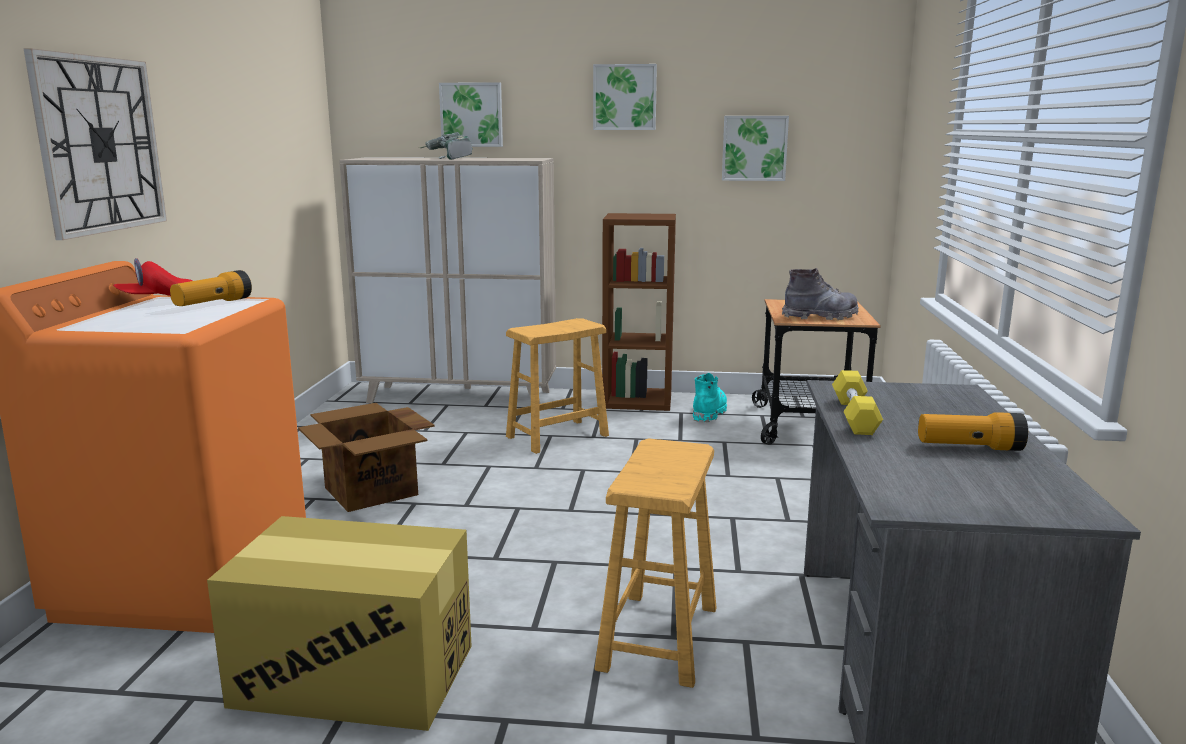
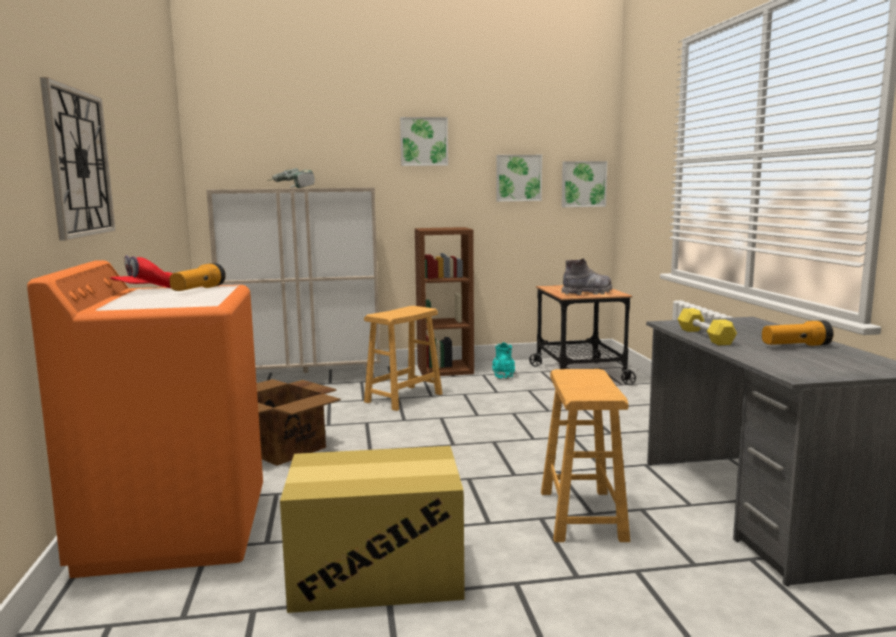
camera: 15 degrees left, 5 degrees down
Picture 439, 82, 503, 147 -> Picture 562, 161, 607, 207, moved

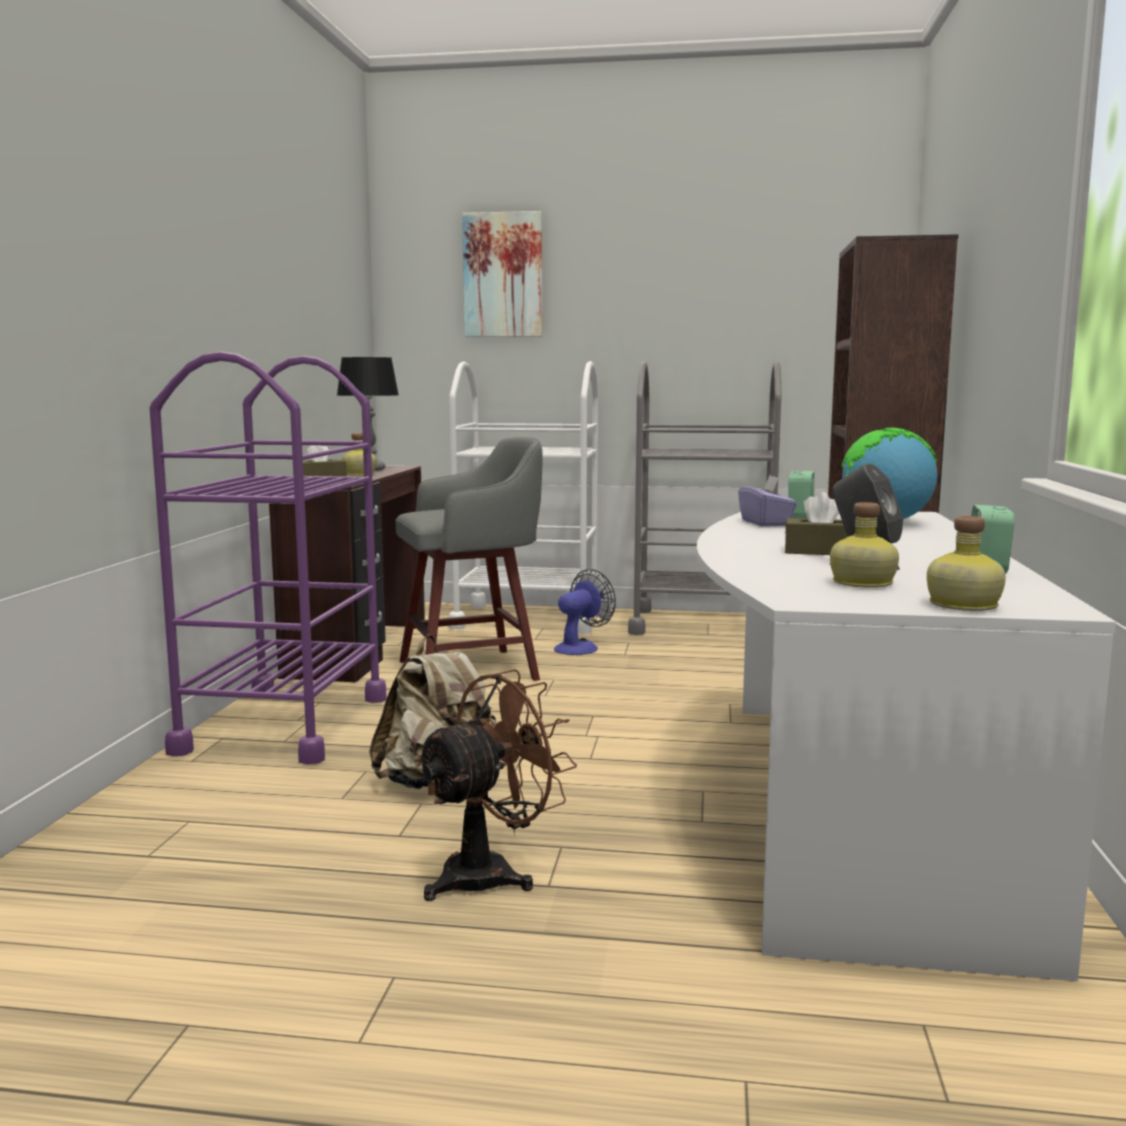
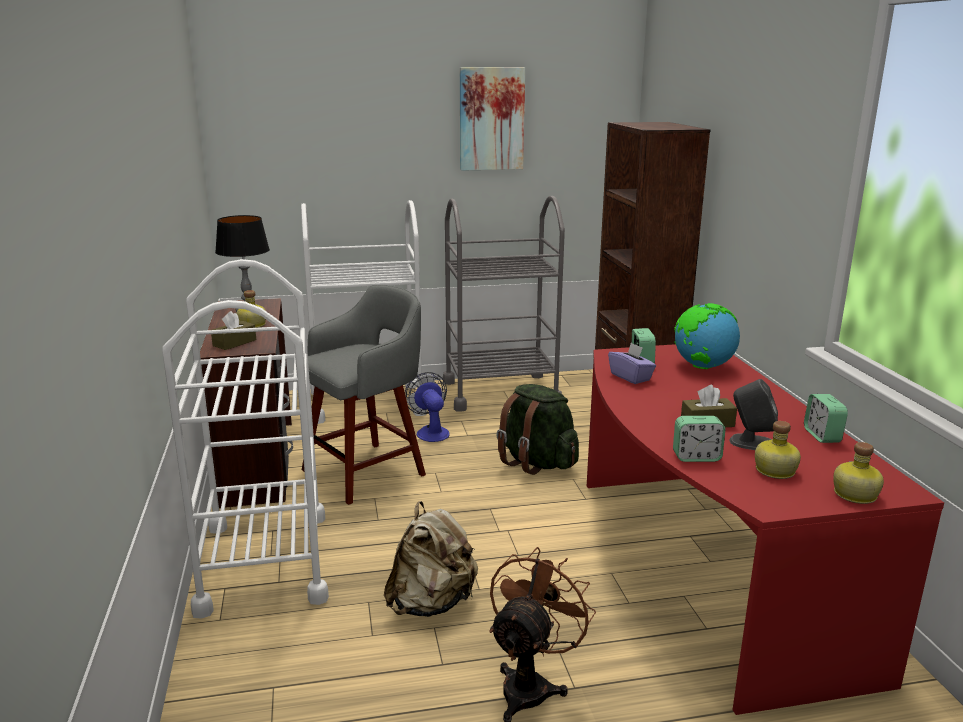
camera: 20 degrees left, 10 degrees up
Picture 462, 211, 542, 337 -> Picture 460, 67, 525, 171, moved
PurpleCart 150, 351, 387, 764 -> WhiteCart 162, 259, 329, 619
WhiteDesk 696, 512, 1116, 981 -> RedDesk 587, 344, 944, 715
Fan 554, 569, 616, 655 -> Fan 405, 372, 449, 442, 45 degrees counterclockwise
none -> GreenBackpack 496, 384, 579, 475
none -> AlarmClock 673, 416, 725, 462

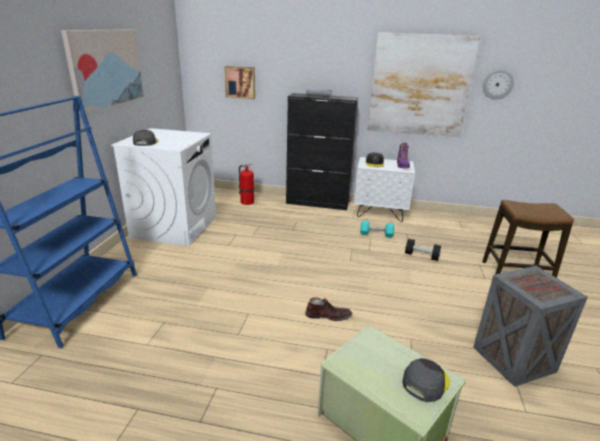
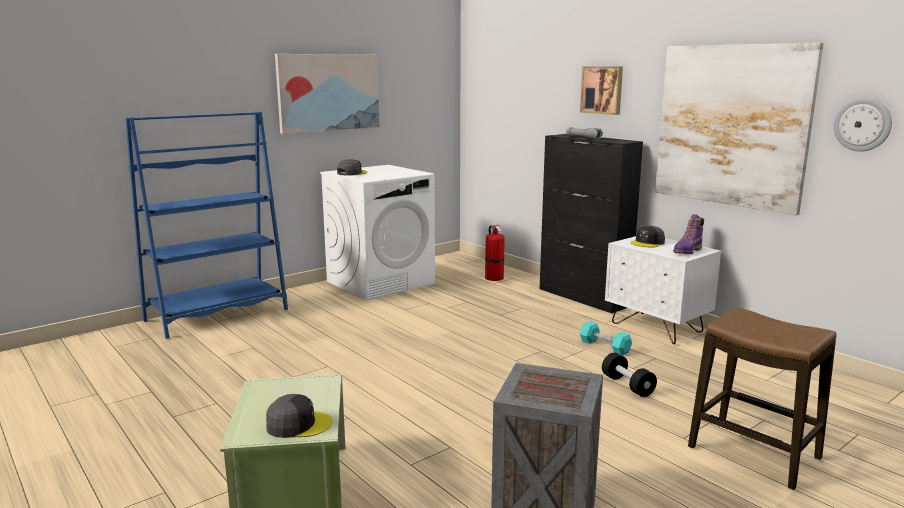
camera: 40 degrees right, 10 degrees down
Picture 224, 66, 255, 99 -> Picture 580, 66, 623, 115, moved
BrownBoot 305, 297, 352, 321 -> none

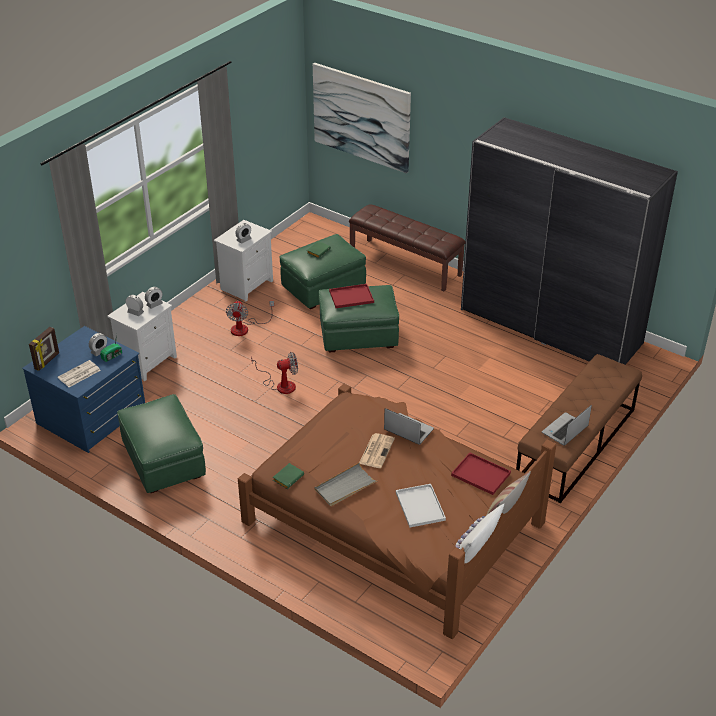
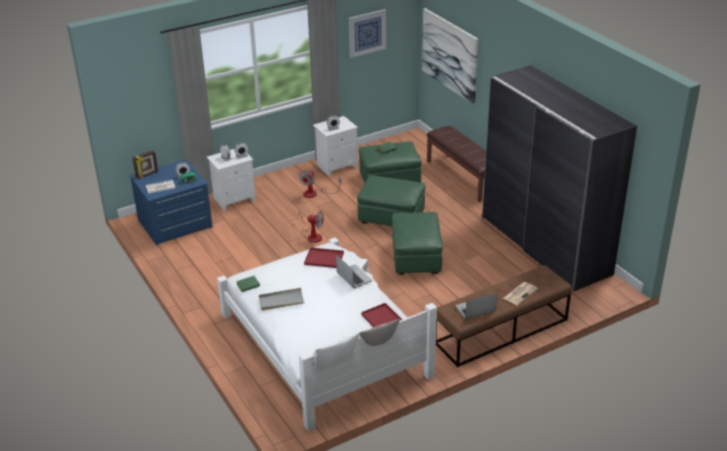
camera: 25 degrees right, 5 degrees down
RedTray 329, 284, 374, 308 -> RedTray 304, 247, 344, 268, moved
BrownBed 238, 384, 556, 639 -> WhiteBed 217, 238, 437, 431
GreenOttoman 117, 394, 206, 493 -> GreenOttoman 392, 212, 443, 275, moved
Newspaper 359, 433, 395, 468 -> Newspaper 502, 282, 538, 306, moved
WhiteTray 396, 484, 446, 528 -> none
none -> Picture 349, 9, 386, 58

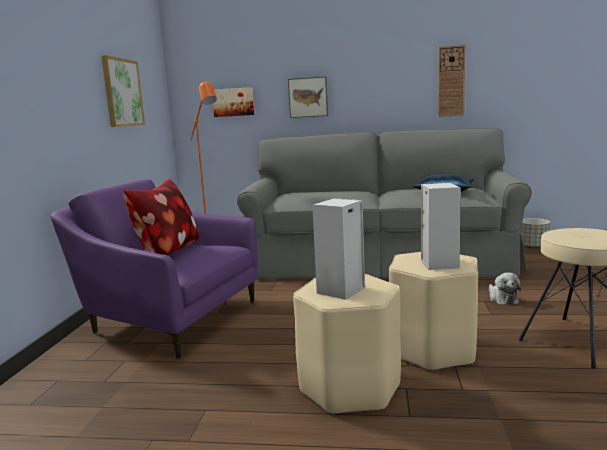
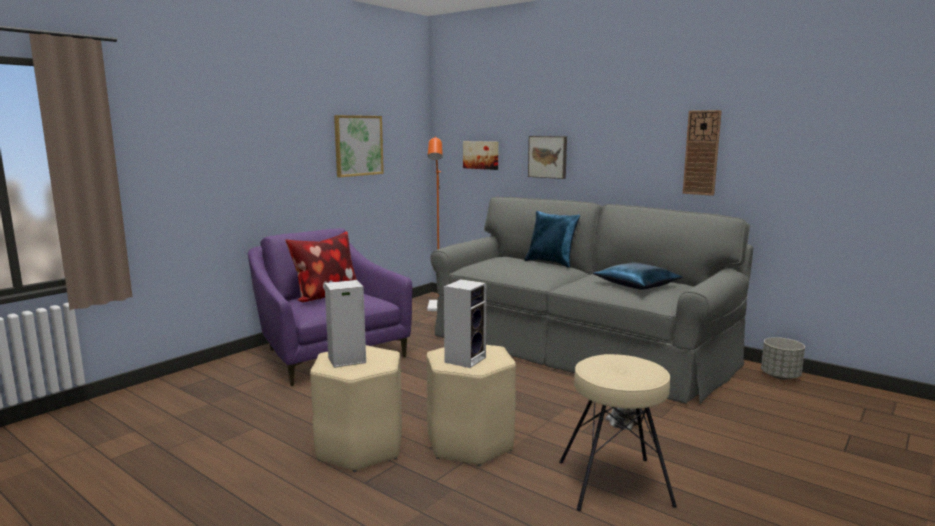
camera: 30 degrees right, 0 degrees up
none -> BluePillow 524, 211, 580, 268

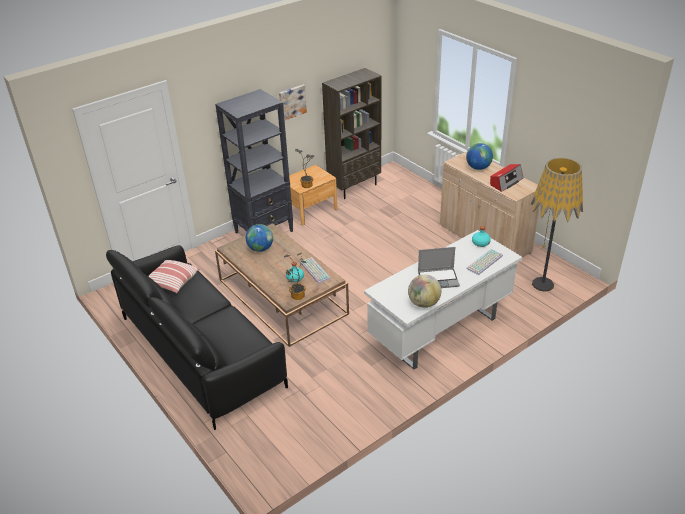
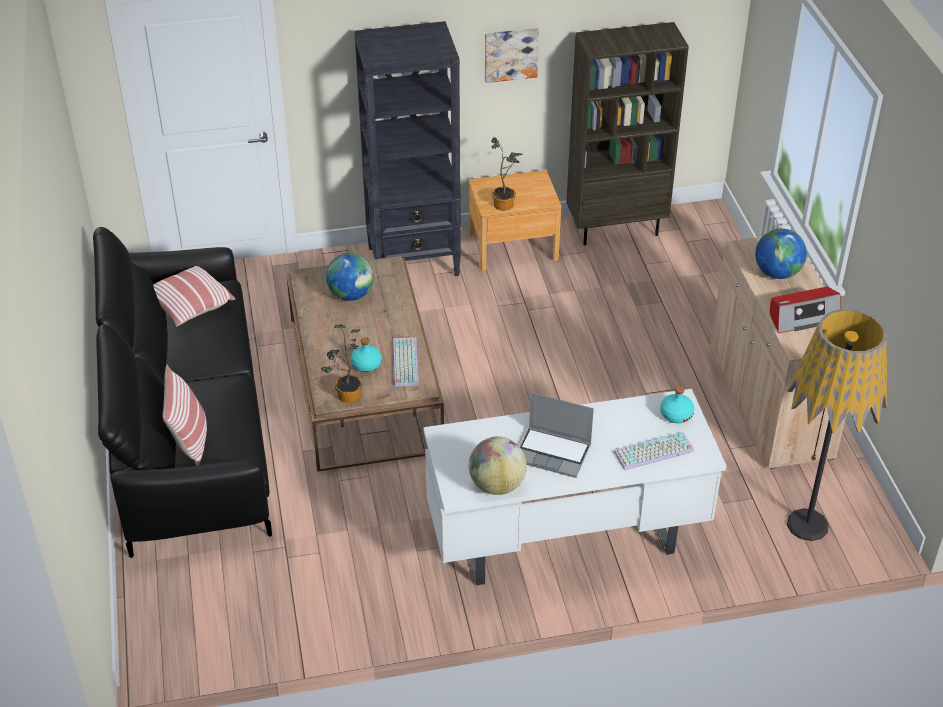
camera: 25 degrees right, 5 degrees up
none -> Pillow 162, 365, 207, 466

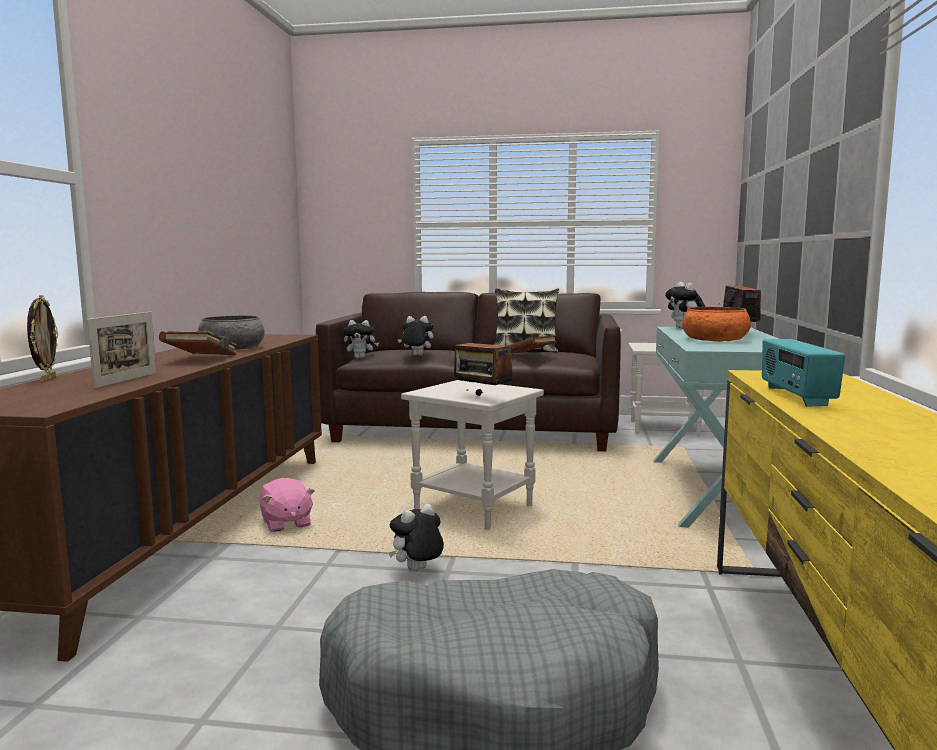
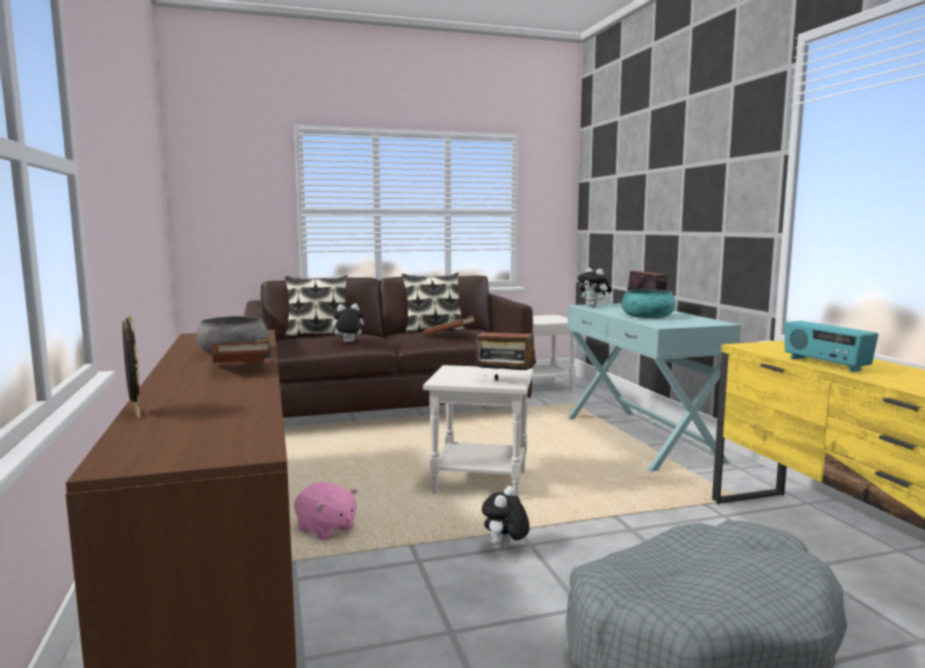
camera: 25 degrees left, 0 degrees up
OrangeBowl 682, 307, 751, 342 -> TurquoiseBowl 622, 289, 676, 319
PictureFrame 87, 312, 156, 388 -> none
PlushToy 343, 320, 379, 359 -> none
none -> Pillow 285, 275, 348, 338

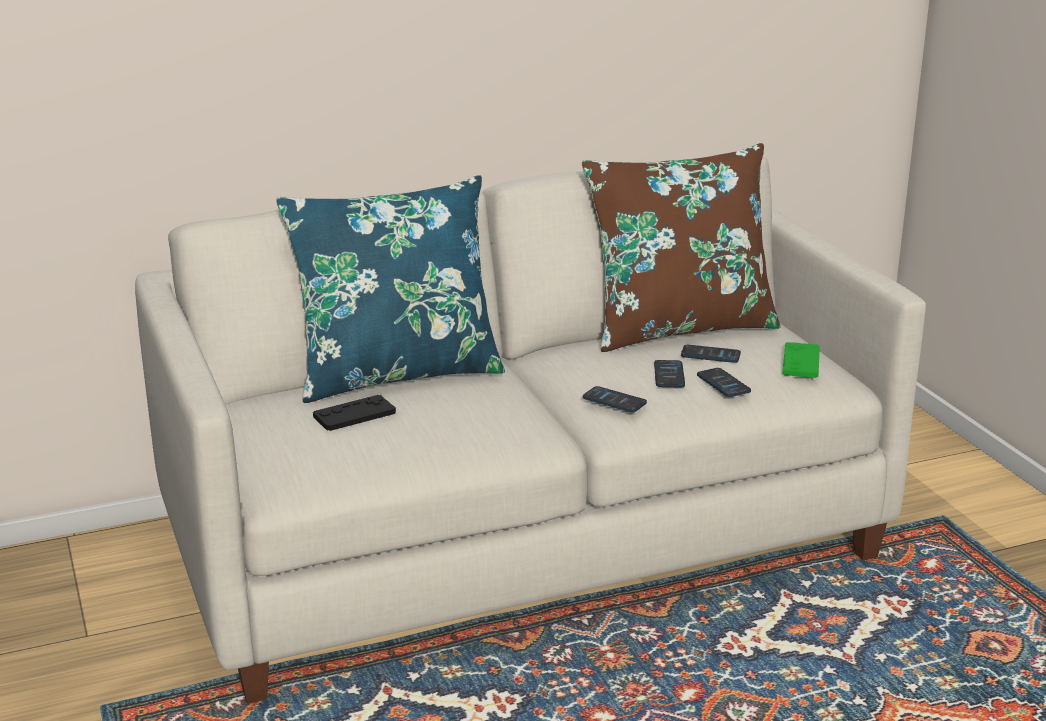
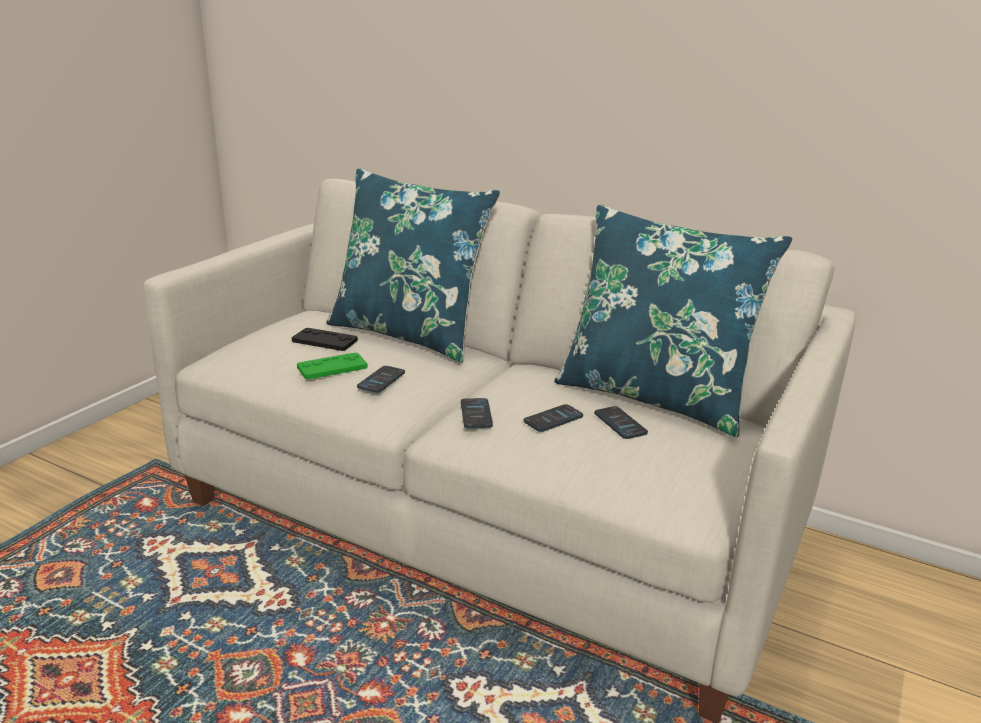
camera: 50 degrees right, 0 degrees up
BrownPillow 582, 143, 781, 352 -> BluePillow 554, 204, 792, 437
GreenGameController 782, 342, 820, 378 -> GreenGameController 297, 352, 368, 380, moved
Phone 697, 368, 751, 397 -> Phone 357, 366, 405, 393, moved

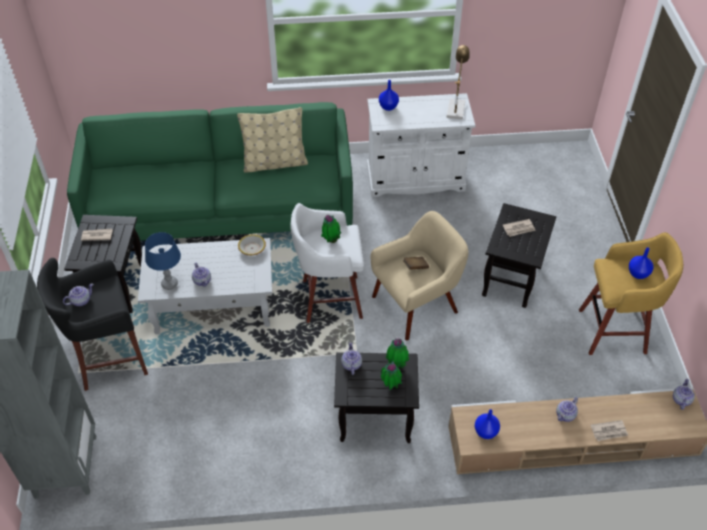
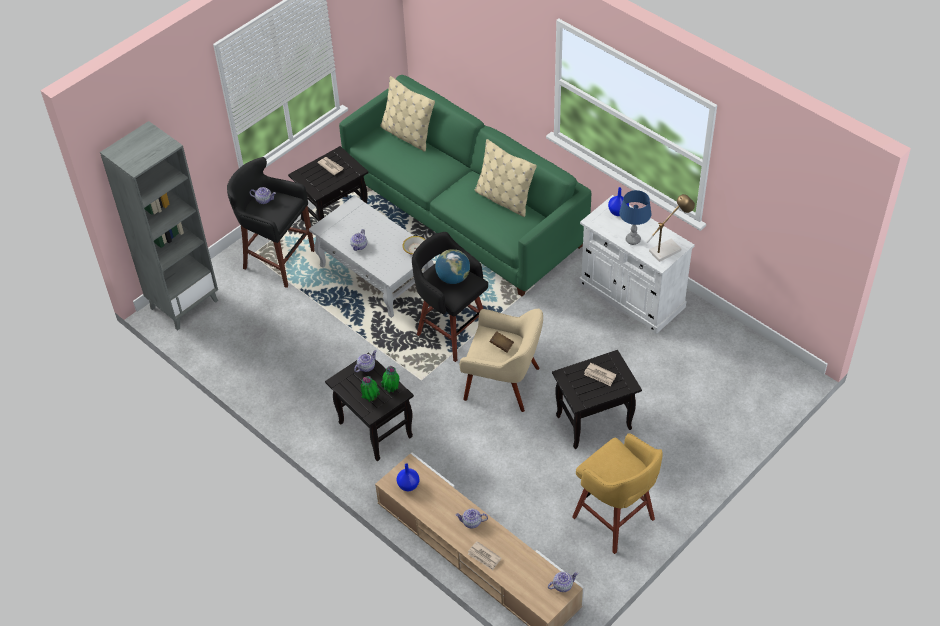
camera: 50 degrees right, 0 degrees up
WhiteStool 290, 203, 364, 323 -> BlackStool 412, 232, 488, 362
PottedPlant 321, 215, 341, 243 -> Globe 435, 249, 470, 284
BlueTableLamp 145, 232, 181, 290 -> BlueTableLamp 619, 190, 652, 245, moved
BlueVase 629, 247, 653, 279 -> none
none -> BeigePillow 380, 76, 435, 152

